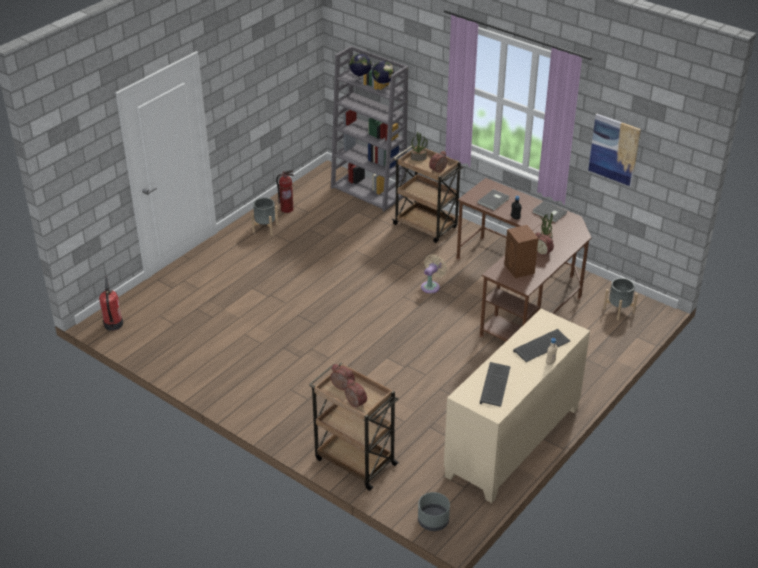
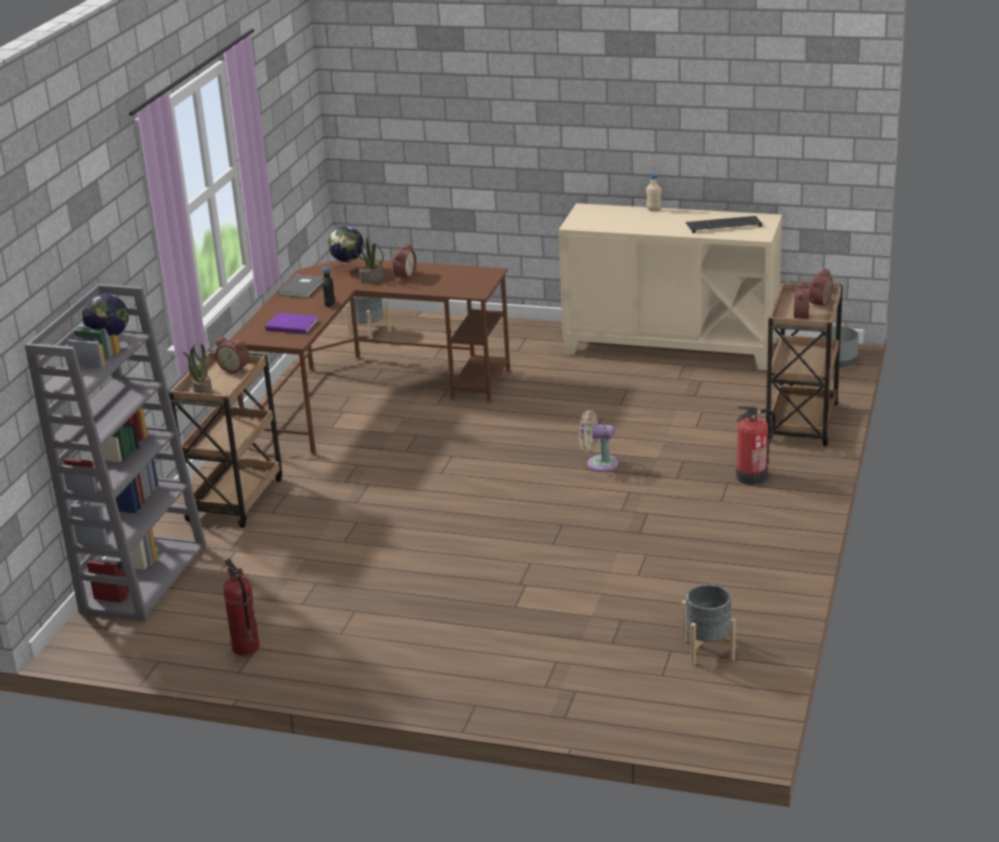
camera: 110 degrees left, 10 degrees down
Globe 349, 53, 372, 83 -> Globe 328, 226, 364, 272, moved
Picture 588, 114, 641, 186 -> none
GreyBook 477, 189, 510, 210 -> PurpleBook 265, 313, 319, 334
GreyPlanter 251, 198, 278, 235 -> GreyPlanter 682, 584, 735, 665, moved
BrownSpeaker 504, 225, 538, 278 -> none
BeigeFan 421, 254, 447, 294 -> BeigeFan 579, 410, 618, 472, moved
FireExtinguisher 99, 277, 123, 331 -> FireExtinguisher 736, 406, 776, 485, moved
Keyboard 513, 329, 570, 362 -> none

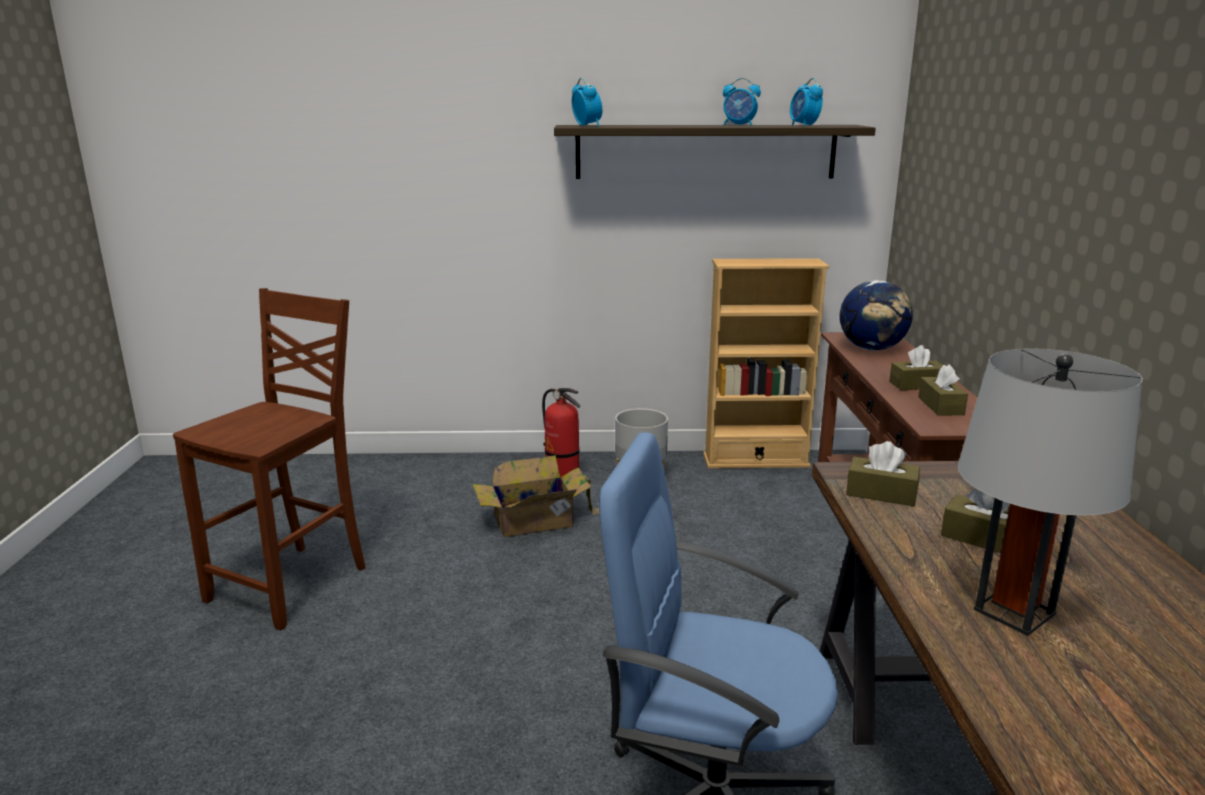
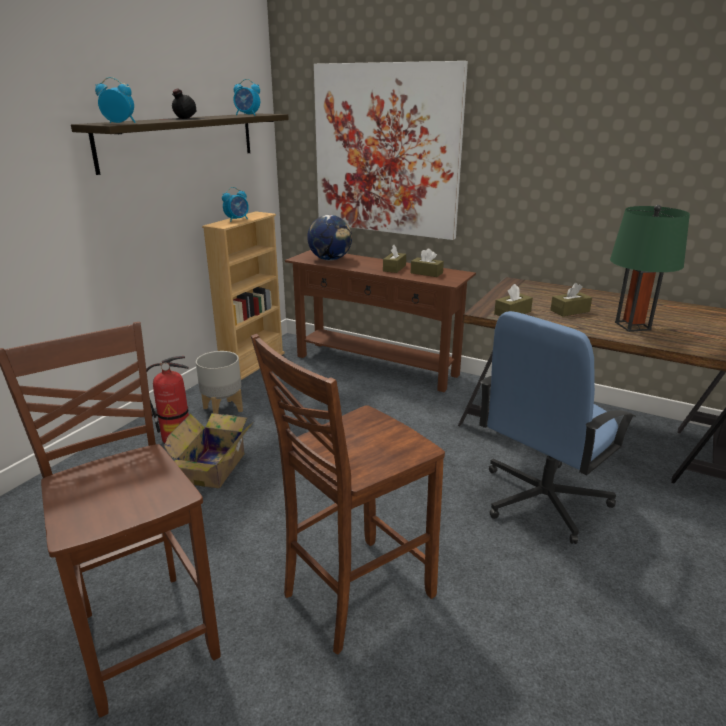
camera: 60 degrees left, 5 degrees up
AlarmClock 723, 78, 761, 126 -> AlarmClock 222, 187, 249, 222, moved
GreyTableLamp 958, 348, 1143, 636 -> GreenTableLamp 610, 205, 690, 332
none -> Picture 314, 61, 468, 240
none -> BlackBottle 167, 88, 208, 120
none -> BrownChair 251, 334, 445, 654

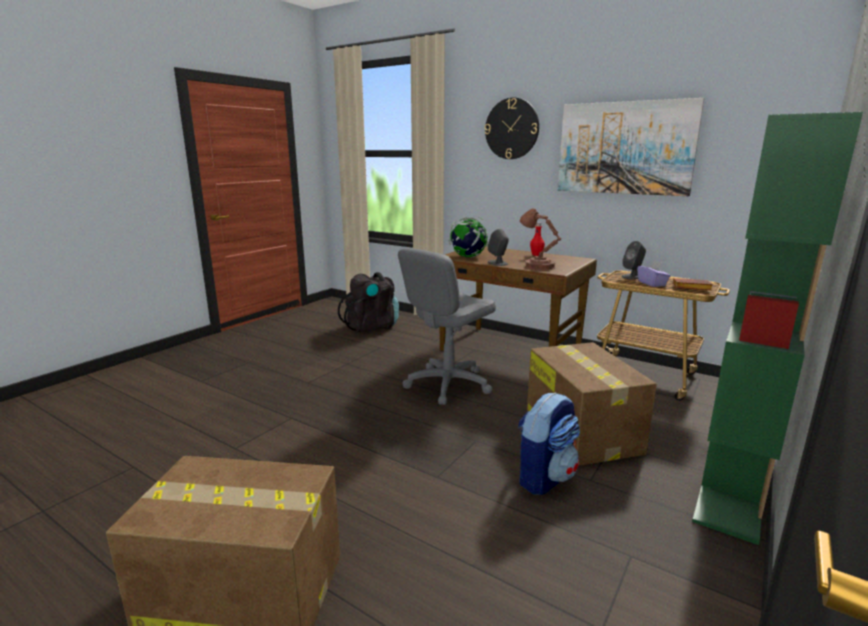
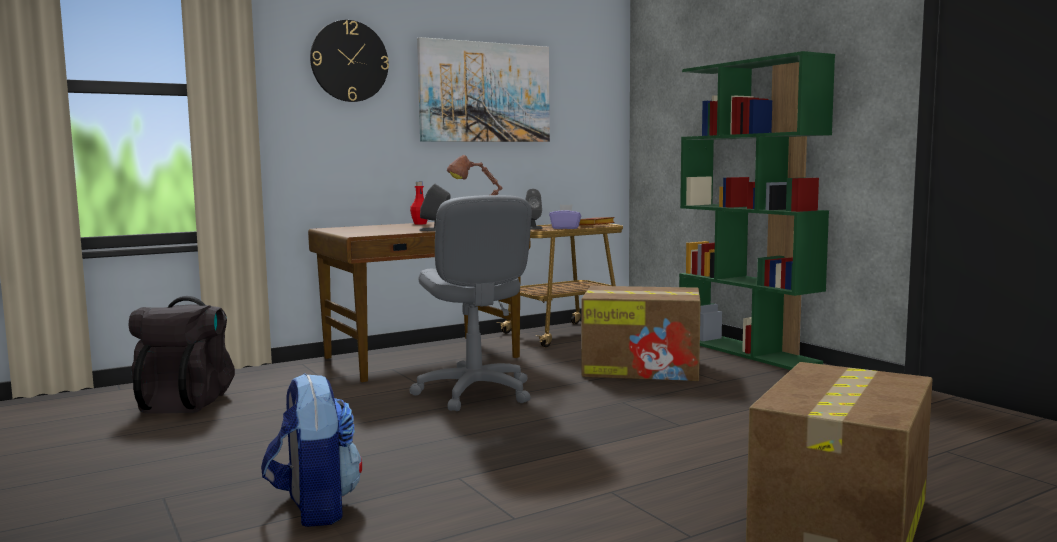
camera: 65 degrees left, 10 degrees down
Globe 448, 217, 488, 258 -> none
Backpack 518, 392, 580, 495 -> Backpack 261, 373, 362, 527, moved

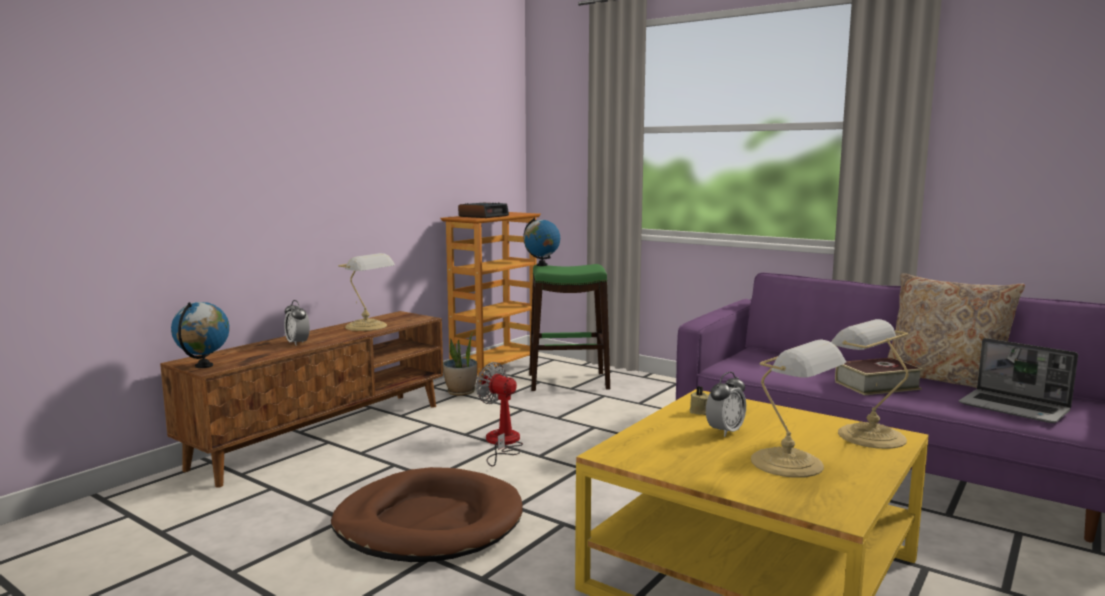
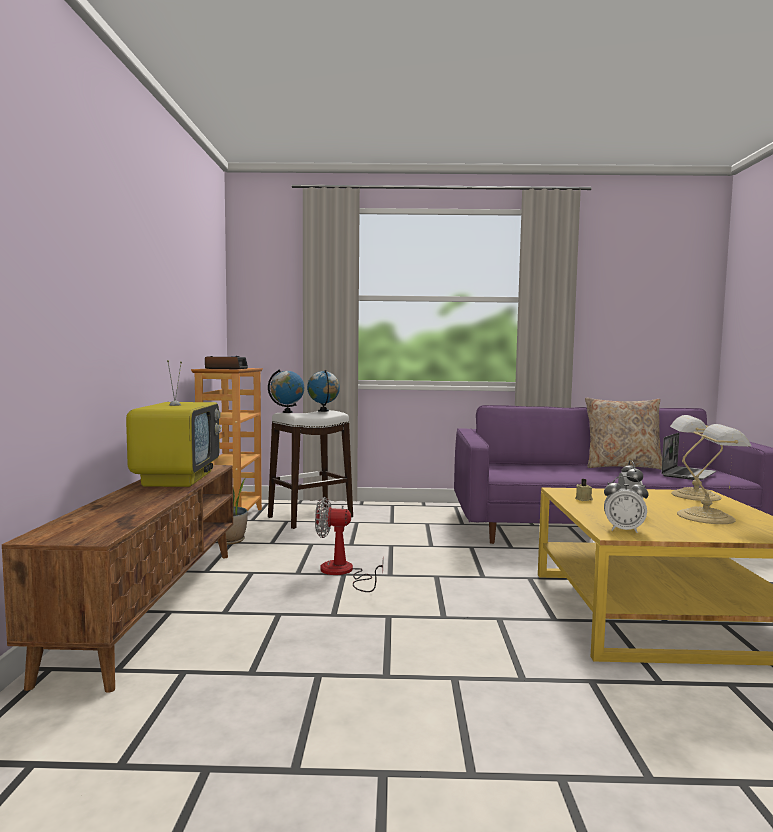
camera: 35 degrees left, 5 degrees down
TableLamp 338, 253, 395, 331 -> Television 126, 360, 221, 487
GreenStool 529, 264, 610, 391 -> WhiteStool 268, 410, 353, 529
AlarmClock 284, 300, 310, 345 -> AlarmClock 604, 476, 649, 533, moved
Globe 171, 302, 230, 368 -> Globe 307, 370, 340, 412, moved
Laptop 959, 338, 1078, 423 -> Laptop 661, 433, 716, 480, 60 degrees counterclockwise
Book 835, 357, 924, 395 -> none
BrownDogBed 331, 467, 522, 562 -> none

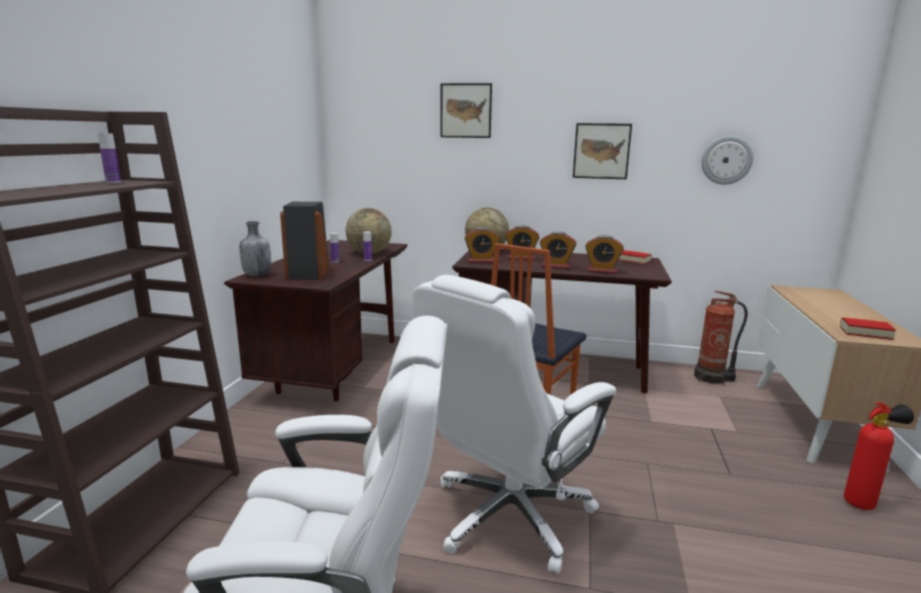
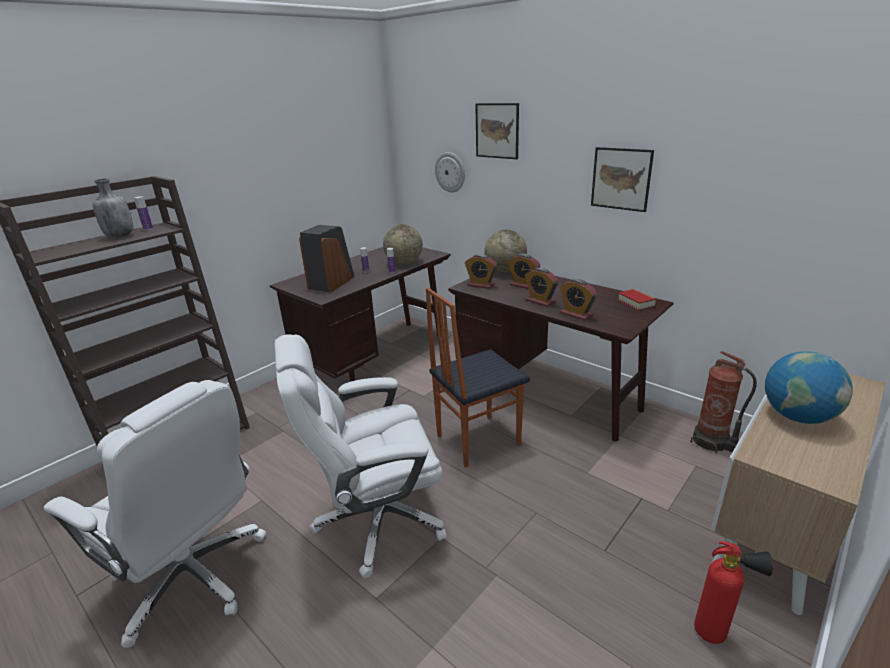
camera: 30 degrees right, 10 degrees up
WallClock 702, 136, 753, 185 -> WallClock 435, 152, 465, 193, moved
GreyBottle 240, 221, 271, 276 -> GreyBottle 93, 178, 133, 237, moved
Book 840, 317, 896, 340 -> none
none -> Globe 765, 351, 853, 424

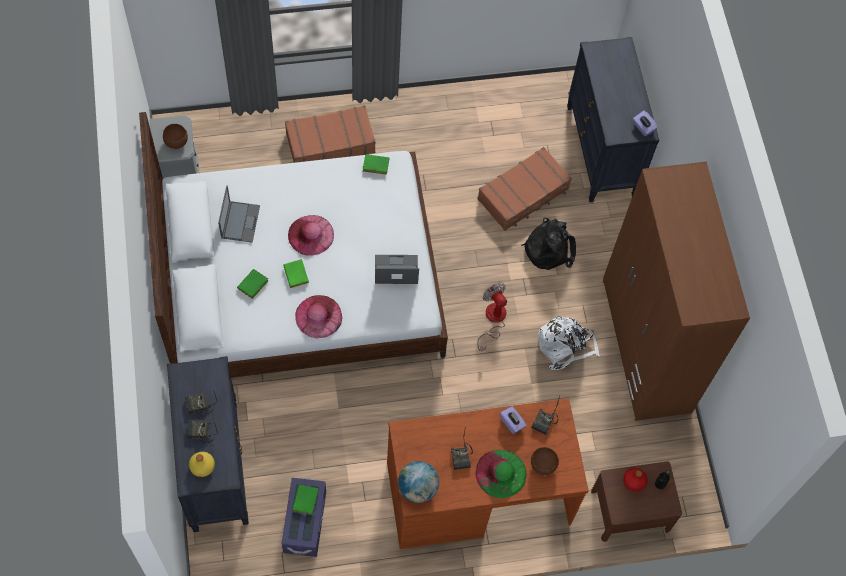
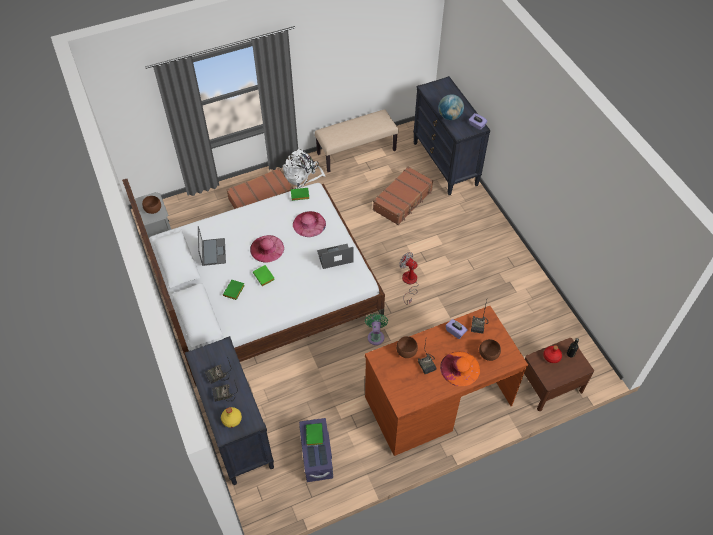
camera: 10 degrees left, 10 degrees down
BrownWardrobe 603, 162, 750, 421 -> none
BlackBackpack 521, 217, 576, 270 -> none
PinkHat 295, 295, 342, 338 -> PinkHat 293, 211, 326, 237, moved
WhiteBackpack 538, 316, 600, 370 -> WhiteBackpack 283, 149, 325, 189, moved
GreenHat 475, 450, 526, 498 -> OrangeHat 440, 351, 480, 386
Globe 398, 461, 439, 503 -> Globe 439, 94, 464, 120, moved
none -> BeigeBench 315, 109, 399, 172
none -> GreenFan 365, 313, 388, 345
none -> BrownBowl 396, 336, 418, 358

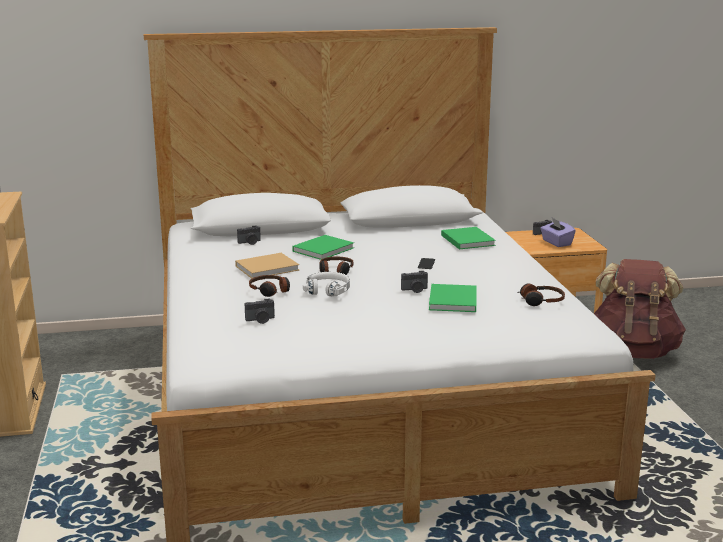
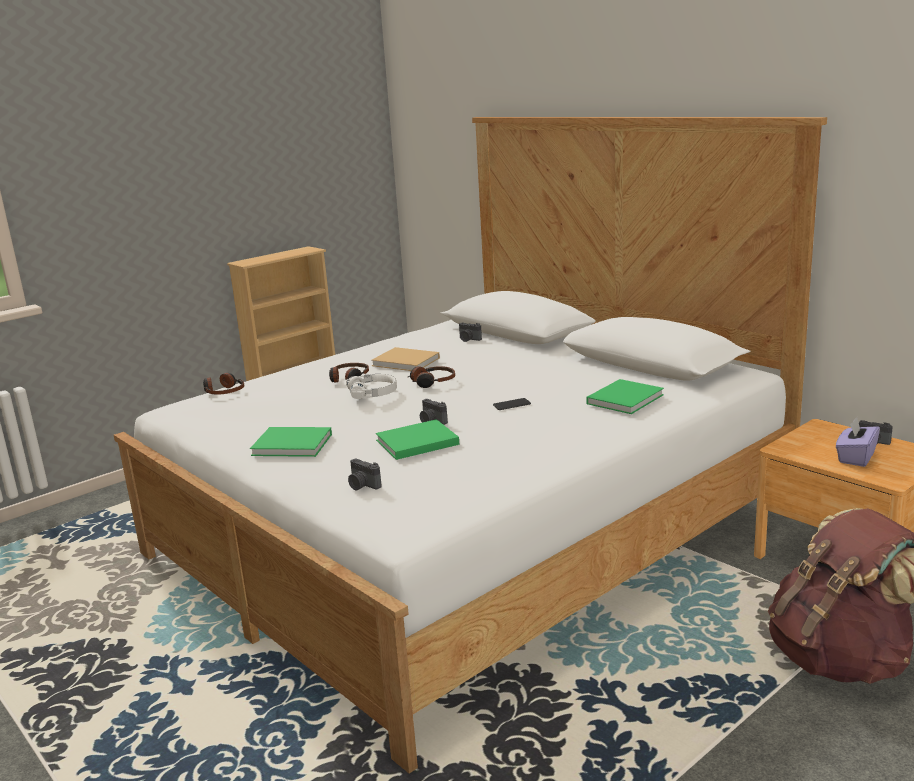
camera: 60 degrees right, 0 degrees up
GreenBook 292, 235, 354, 260 -> GreenBook 250, 427, 332, 457, moved
Headphones 517, 284, 565, 306 -> Headphones 203, 373, 244, 395, moved
PhotoCamera 245, 298, 275, 324 -> PhotoCamera 348, 459, 382, 491, moved

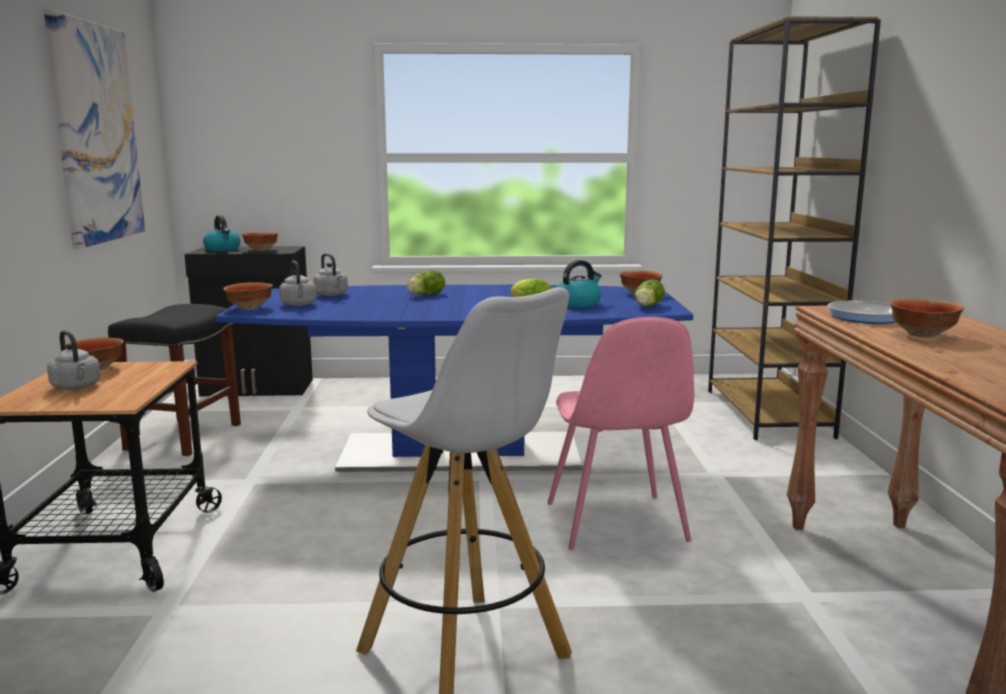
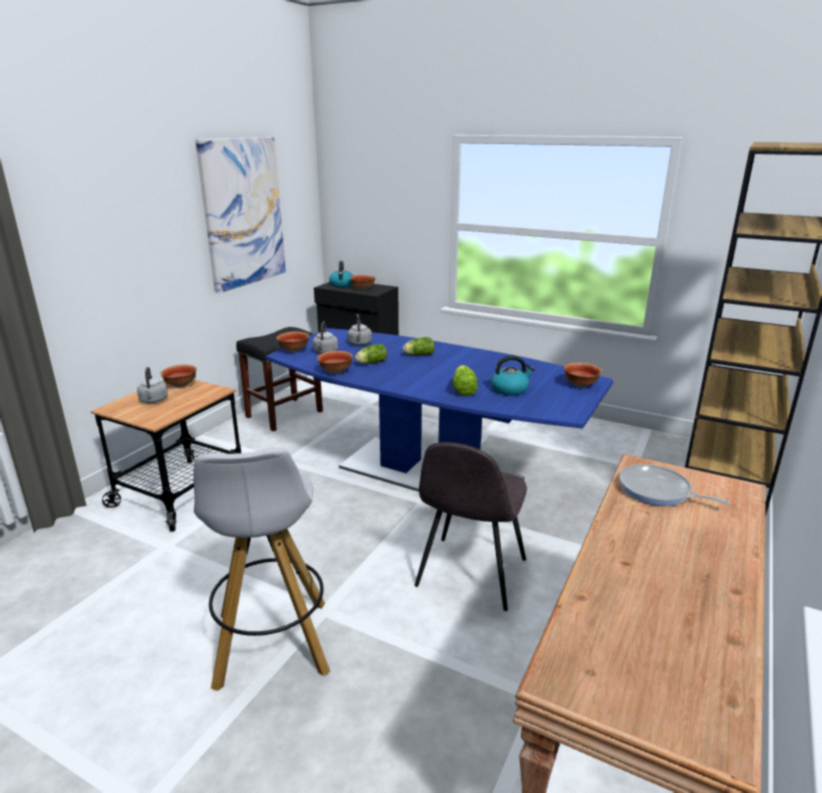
camera: 30 degrees right, 10 degrees up
Lettuce 635, 279, 665, 307 -> Lettuce 355, 344, 387, 364, moved
Bowl 890, 299, 964, 338 -> Bowl 317, 351, 353, 374, moved
PinkChair 548, 317, 694, 550 -> GreyChair 415, 442, 527, 611

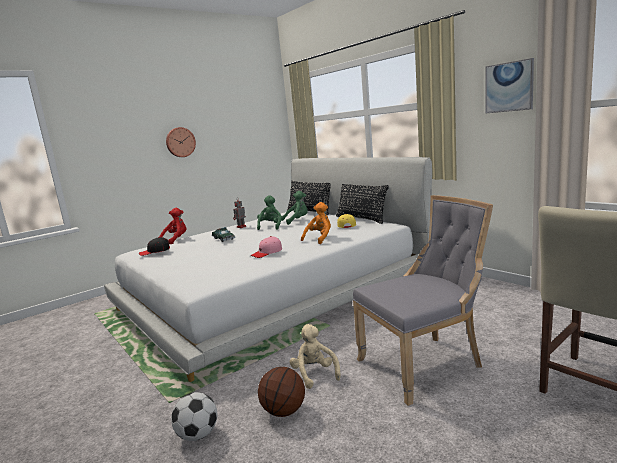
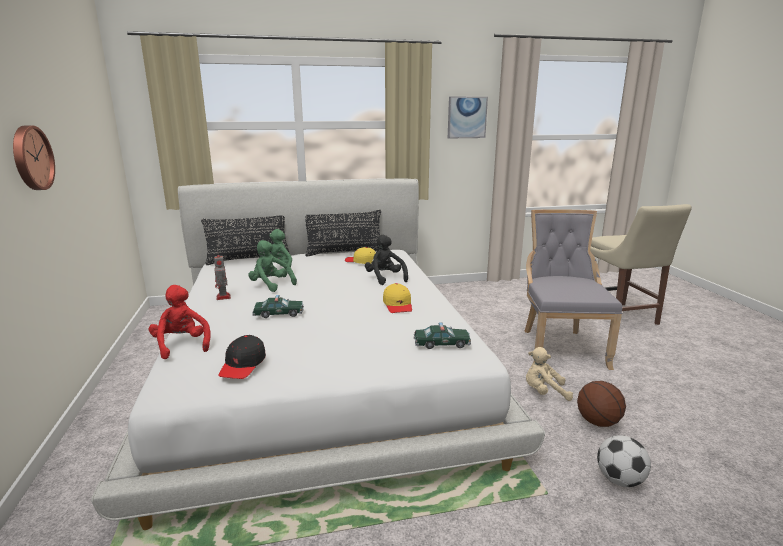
camera: 65 degrees left, 5 degrees up
OrangePlushToy 301, 202, 331, 244 -> BlackPlushToy 365, 235, 408, 285
PinkCap 251, 236, 282, 258 -> YellowCap 383, 283, 412, 313
none -> ToyCar 414, 322, 471, 349

